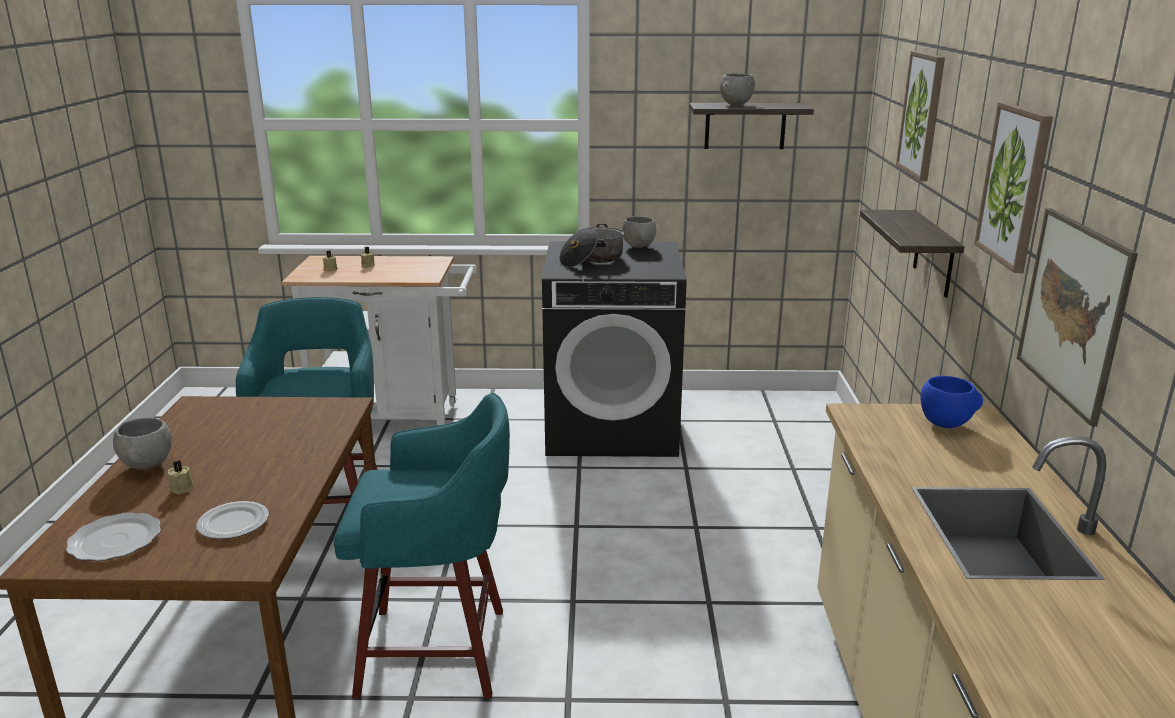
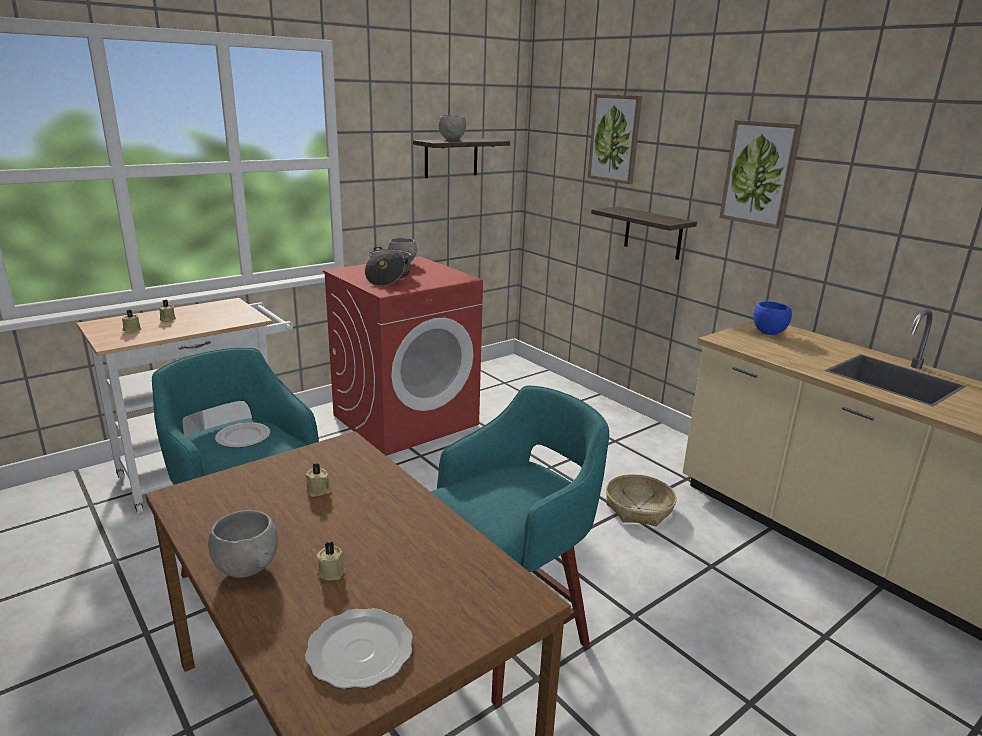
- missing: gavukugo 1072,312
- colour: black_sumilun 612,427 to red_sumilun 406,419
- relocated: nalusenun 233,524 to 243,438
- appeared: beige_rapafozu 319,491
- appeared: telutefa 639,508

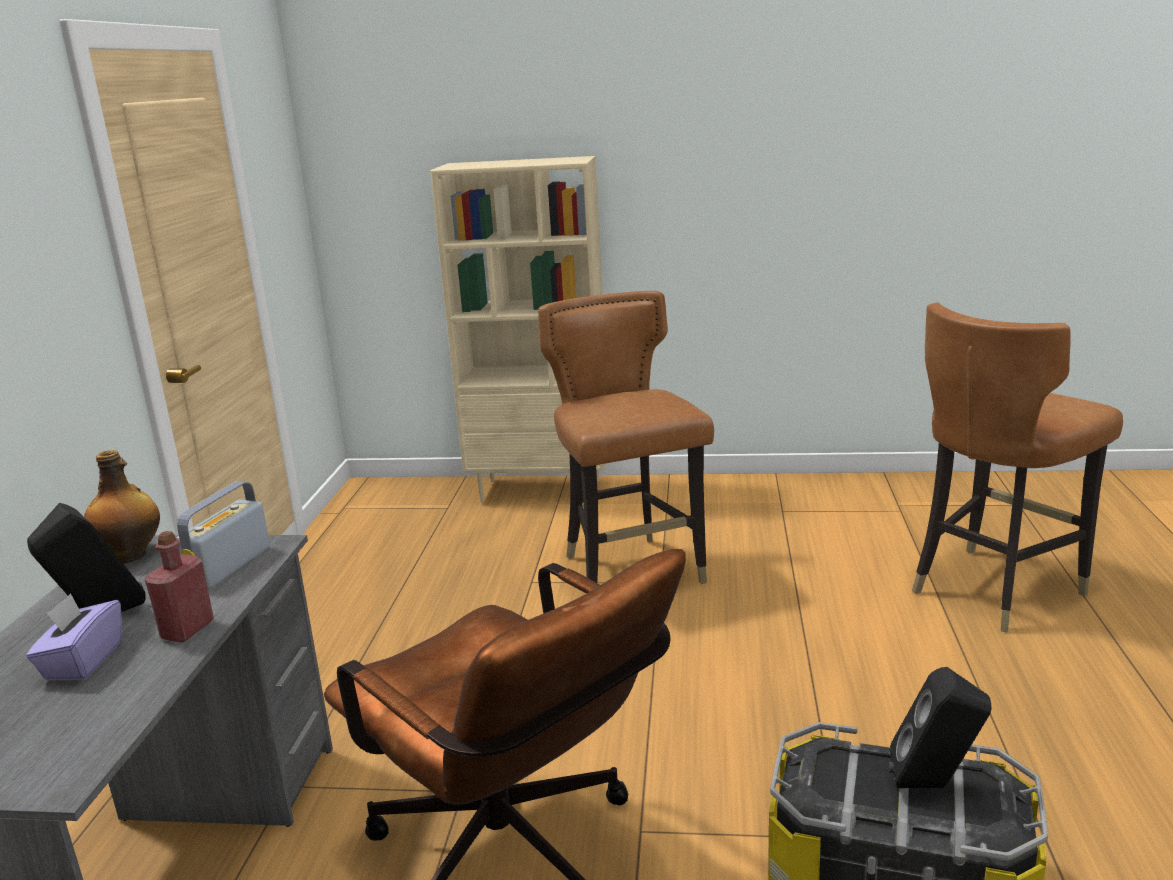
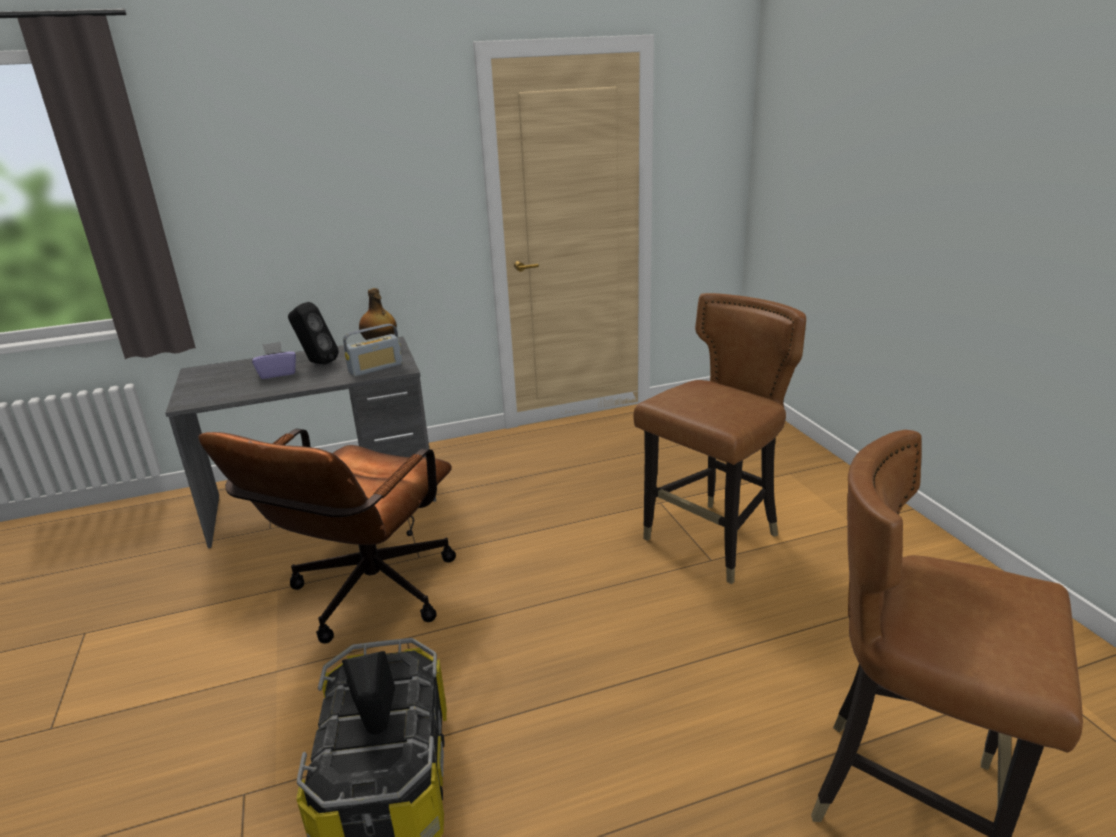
- missing: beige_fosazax 542,490
- spun: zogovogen 229,566 = 375,368 150 degrees clockwise
- missing: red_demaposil 187,630

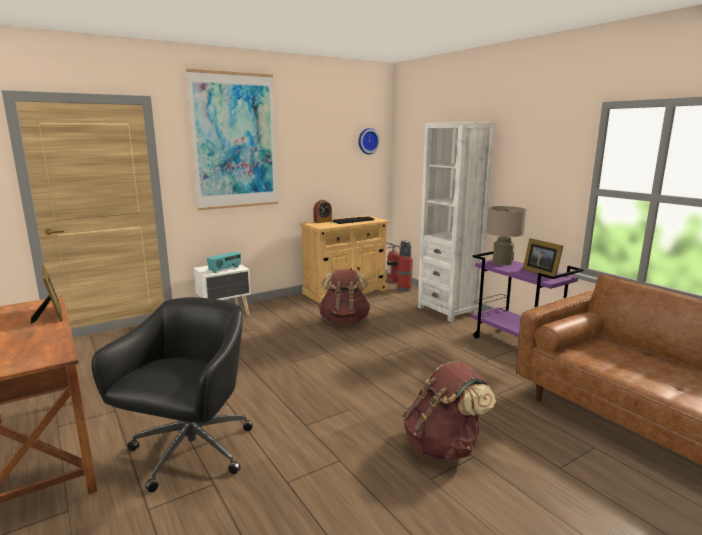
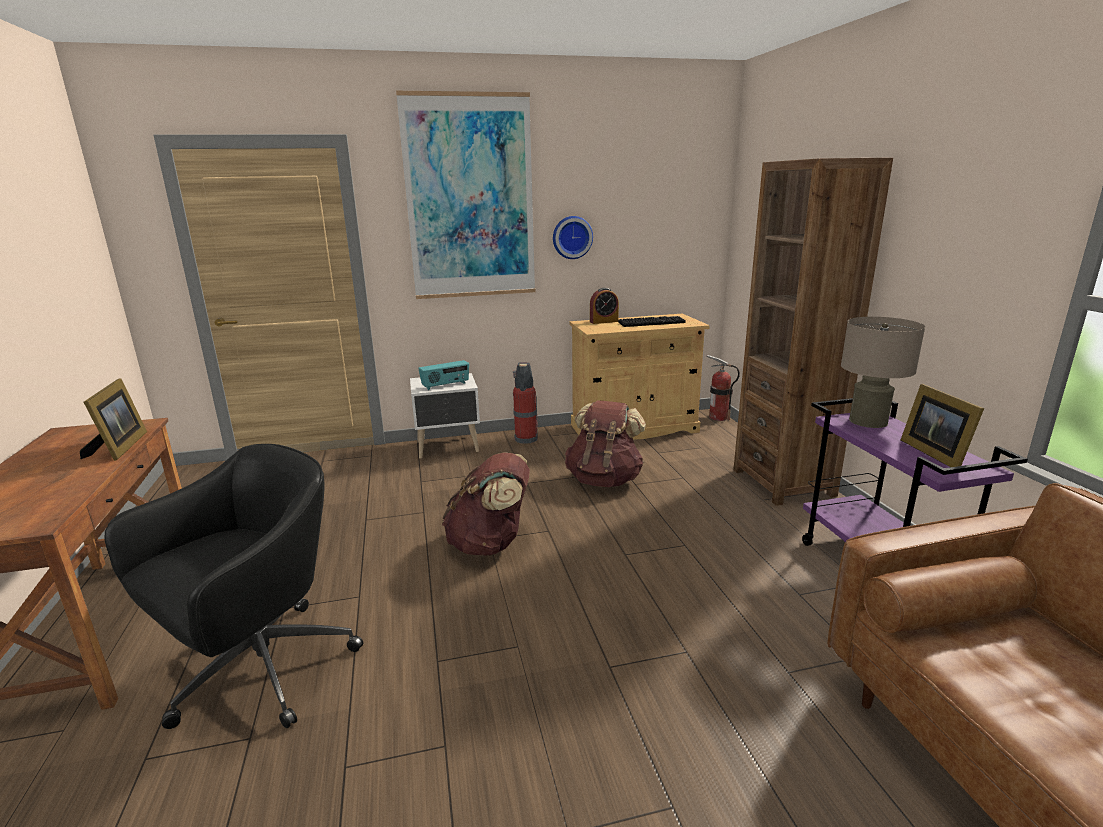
- colour: white_fosazax 448,310 to brown_fosazax 783,482
- relocated: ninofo 367,141 to 572,237
- relocated: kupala 404,289 to 525,439
- relocated: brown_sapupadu 444,446 to 490,544

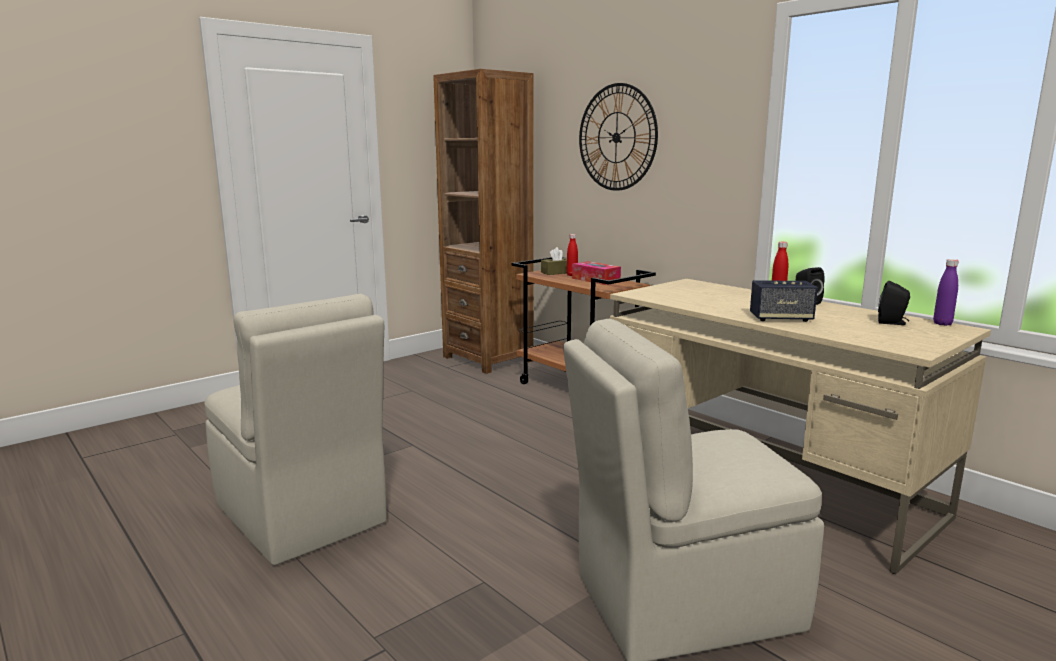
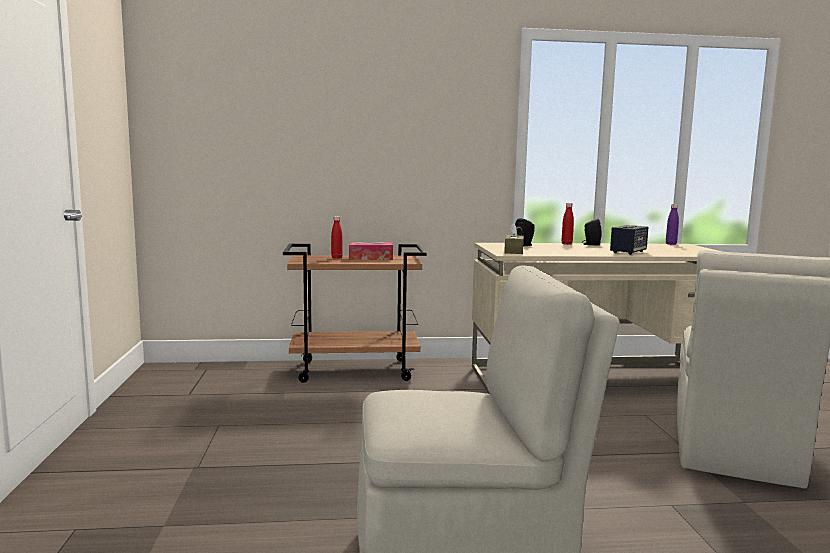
- missing: brown_fosazax 488,359
- missing: ninofo 616,137
- relocated: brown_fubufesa 557,272 to 513,251
- relocated: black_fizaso 892,323 to 524,245

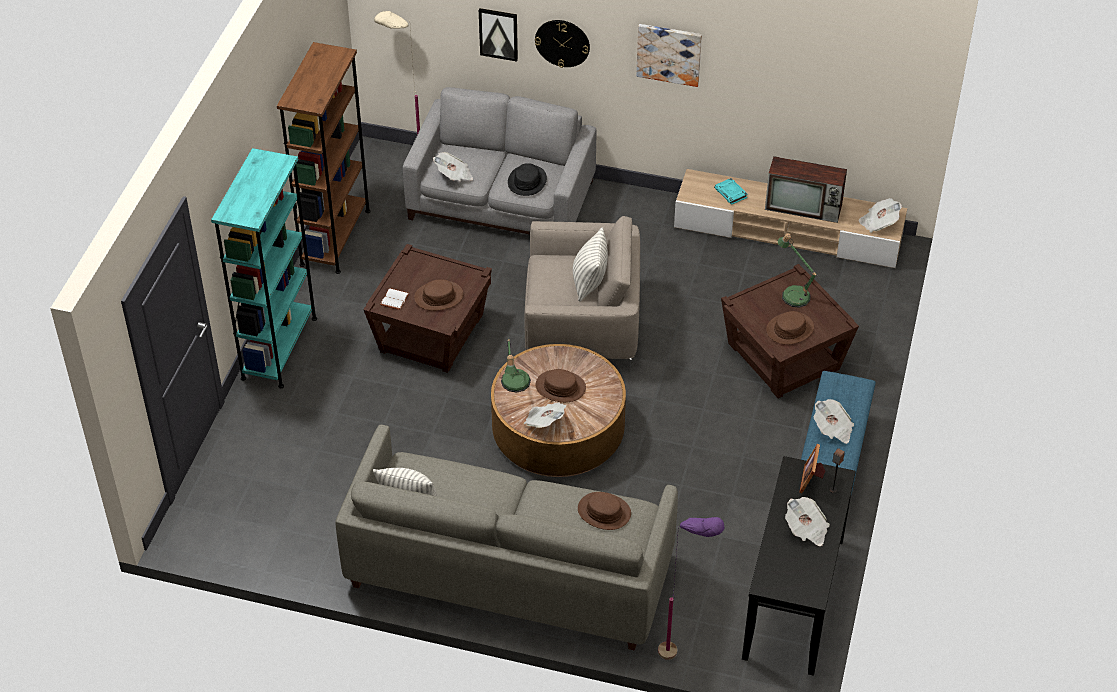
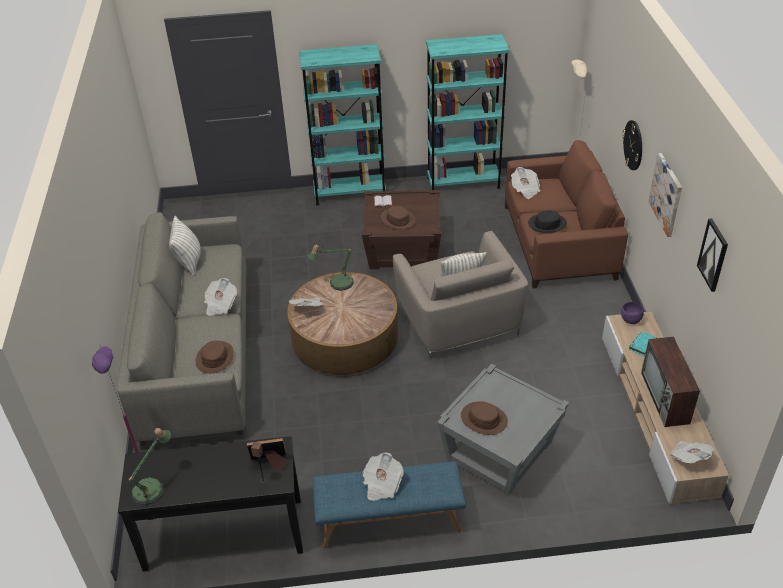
- relocated: gavukugo 498,33 to 713,255
- colour: brown_fosazax 335,237 to turquoise_fosazax 463,183
- colour: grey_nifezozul 501,200 to brown_nifezozul 557,241
- relocated: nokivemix 793,293 to 152,488
- colour: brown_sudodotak 784,356 to grey_sudodotak 500,452
- missing: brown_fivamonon 560,387
- relocated: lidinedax 806,529 to 220,304
- appeared: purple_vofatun 630,320

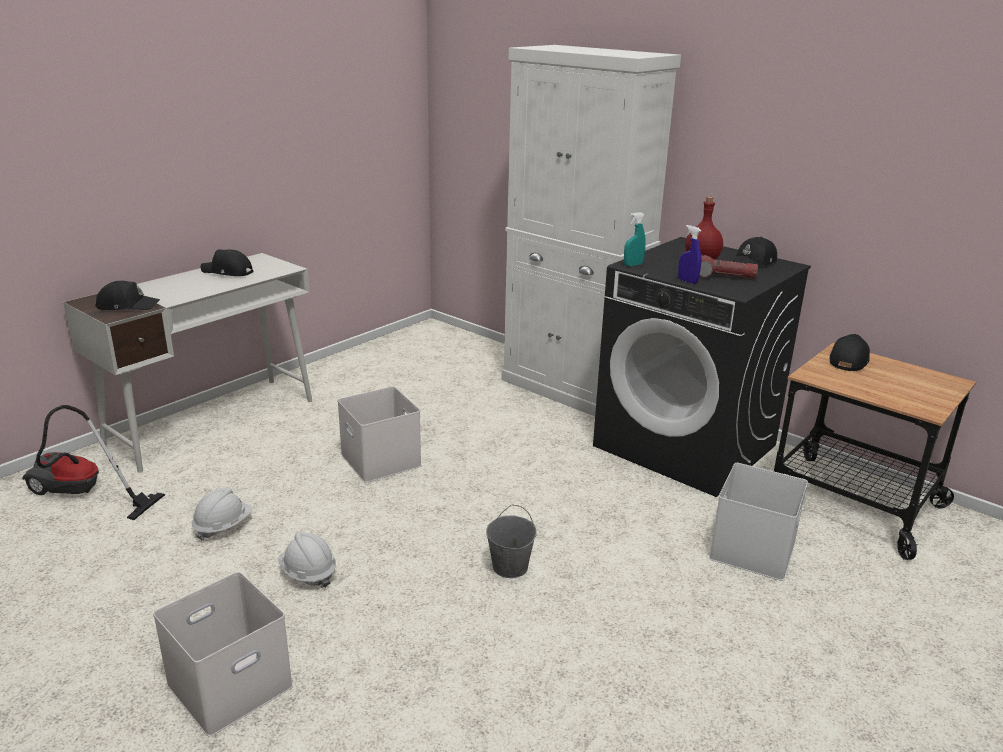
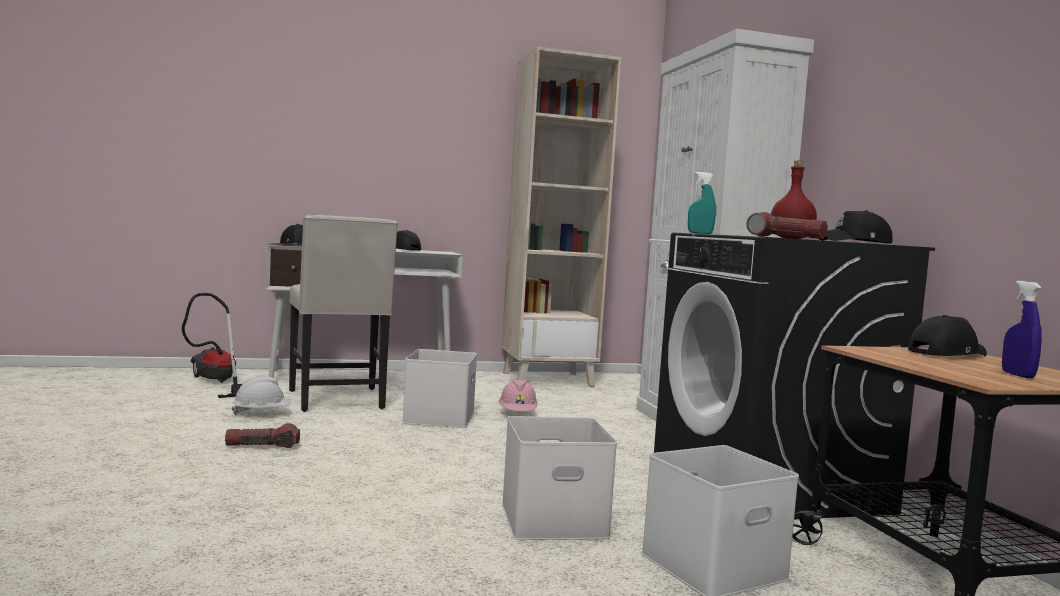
- relocated: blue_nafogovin 687,281 to 1018,375
- missing: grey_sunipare 509,566
- exchanged: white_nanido 308,573 to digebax 262,446
- relocated: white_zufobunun 229,687 to 552,521
- appeared: beige_fosazax 548,379
- appeared: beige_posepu 338,400
- appeared: pink_nanido 517,414

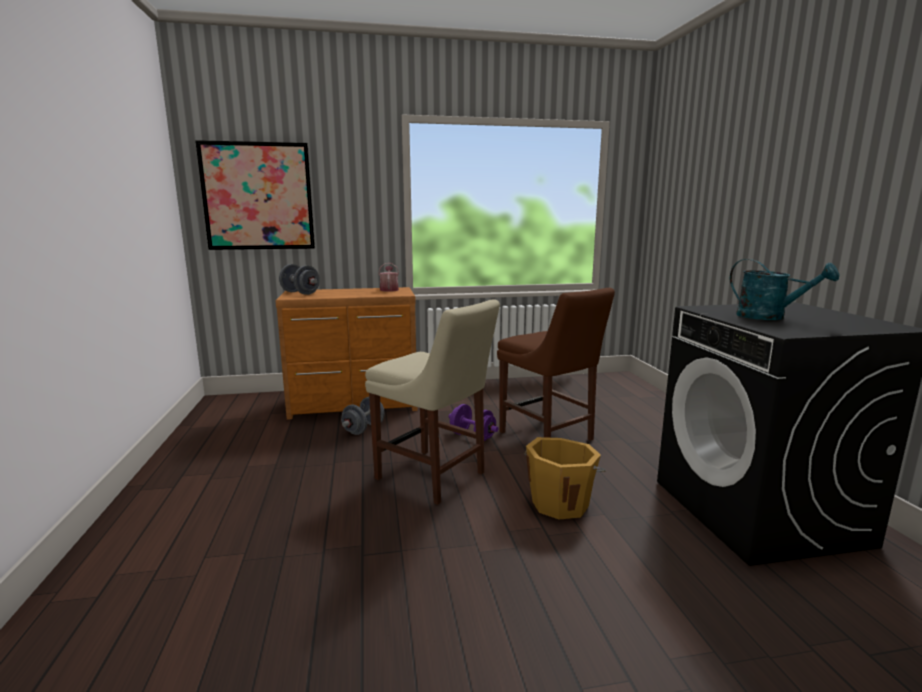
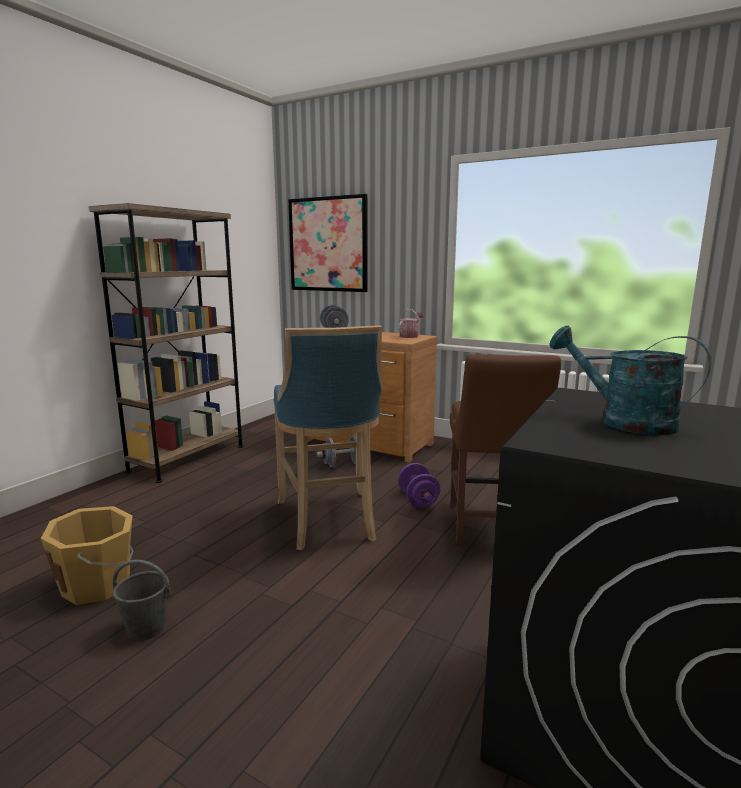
- spun: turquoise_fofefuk 769,317 = 623,421 135 degrees clockwise
- exchanged: beige_posepu 434,477 to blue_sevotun 329,521
- relocated: orange_sunipare 560,503 to 98,584
- appeared: brown_fosazax 188,458
- appeared: grey_sunipare 147,628

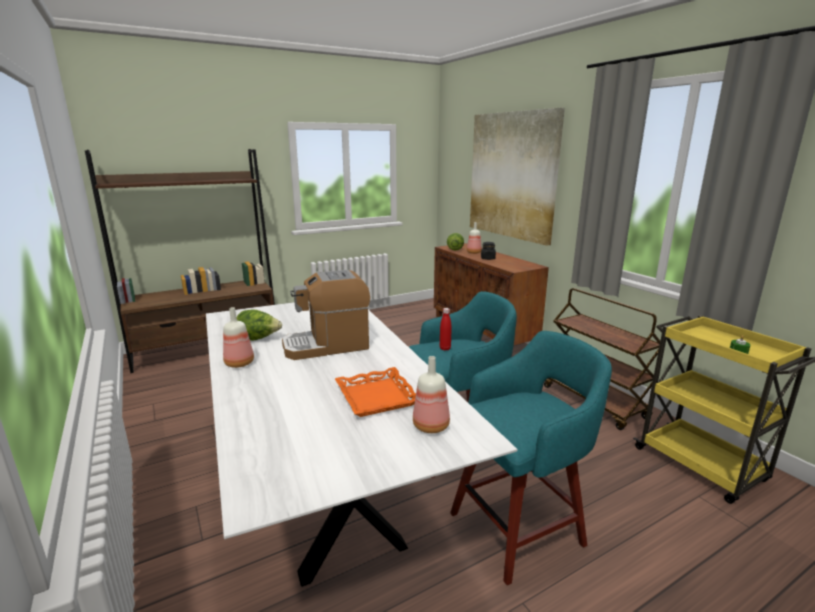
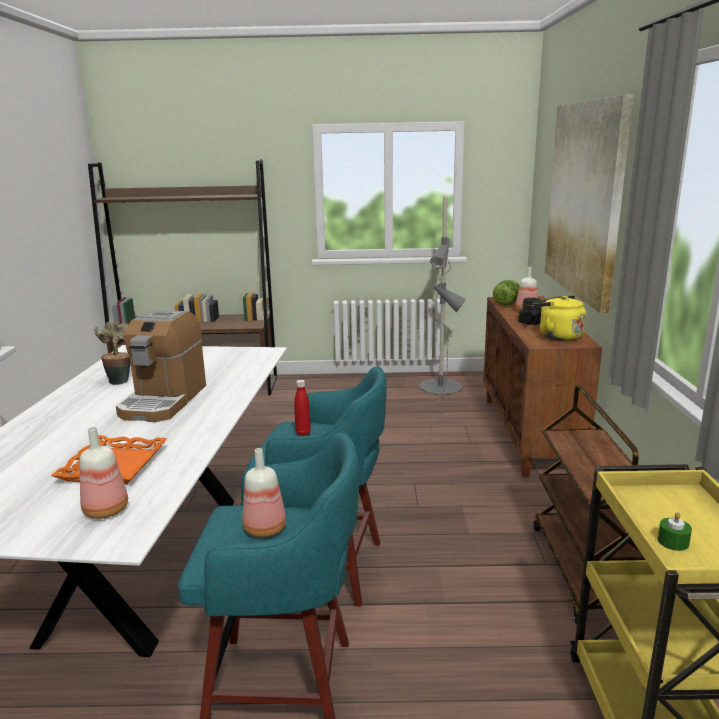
- spun: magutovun 327,345 = 164,400 90 degrees counterclockwise
- relocated: demaposil 240,363 to 266,529
- exchanged: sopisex 258,339 to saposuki 120,380
- appeared: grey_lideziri 440,390
- appeared: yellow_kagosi 557,336

